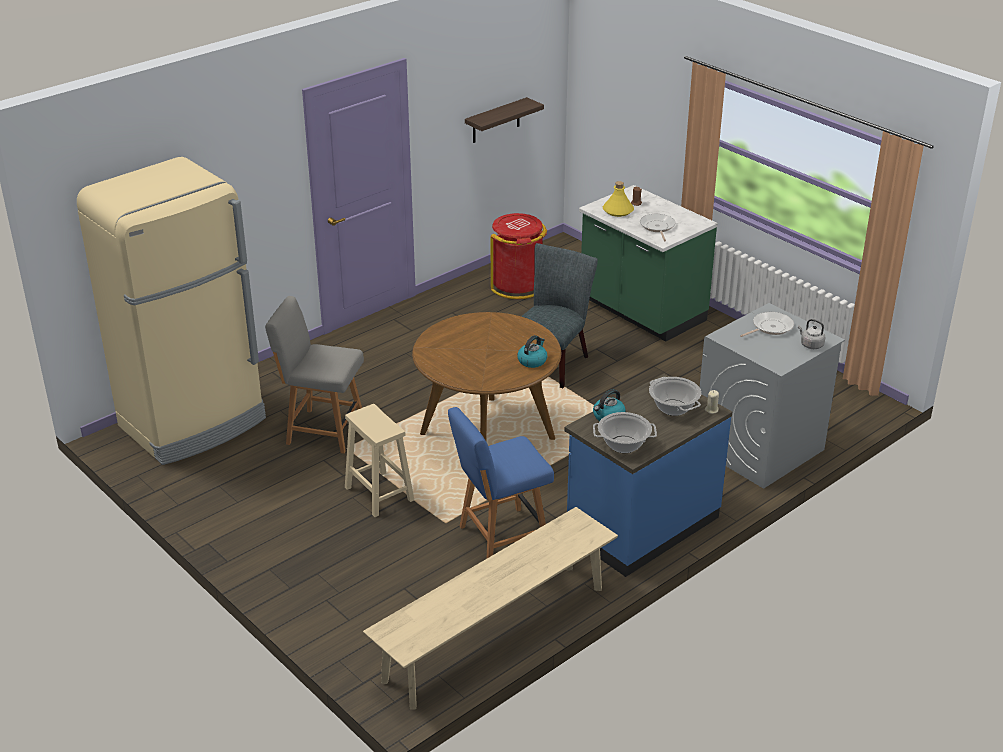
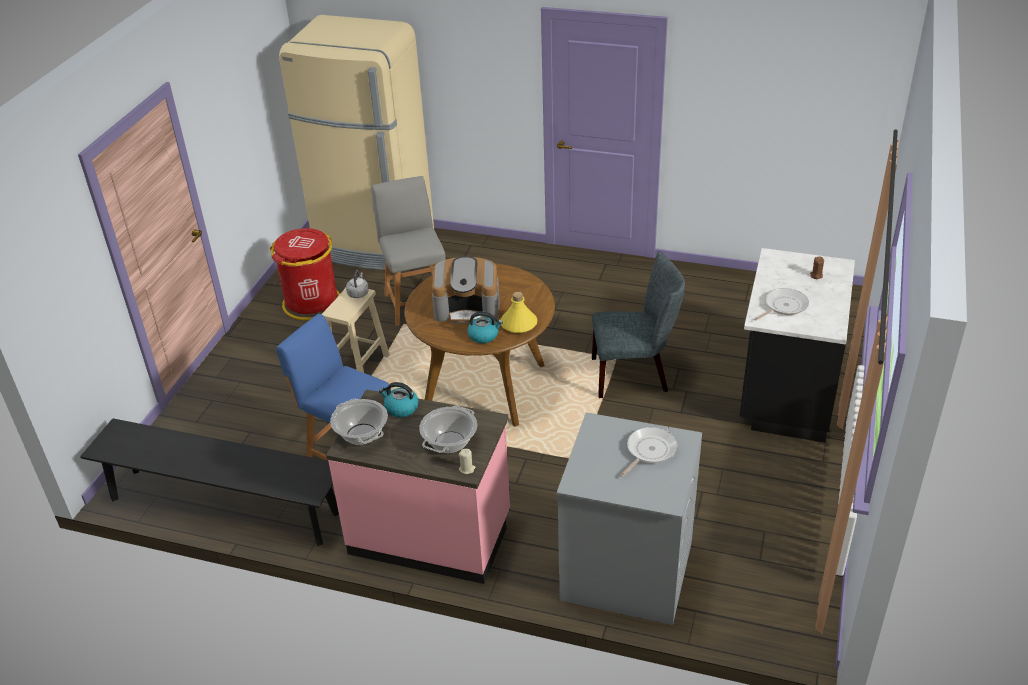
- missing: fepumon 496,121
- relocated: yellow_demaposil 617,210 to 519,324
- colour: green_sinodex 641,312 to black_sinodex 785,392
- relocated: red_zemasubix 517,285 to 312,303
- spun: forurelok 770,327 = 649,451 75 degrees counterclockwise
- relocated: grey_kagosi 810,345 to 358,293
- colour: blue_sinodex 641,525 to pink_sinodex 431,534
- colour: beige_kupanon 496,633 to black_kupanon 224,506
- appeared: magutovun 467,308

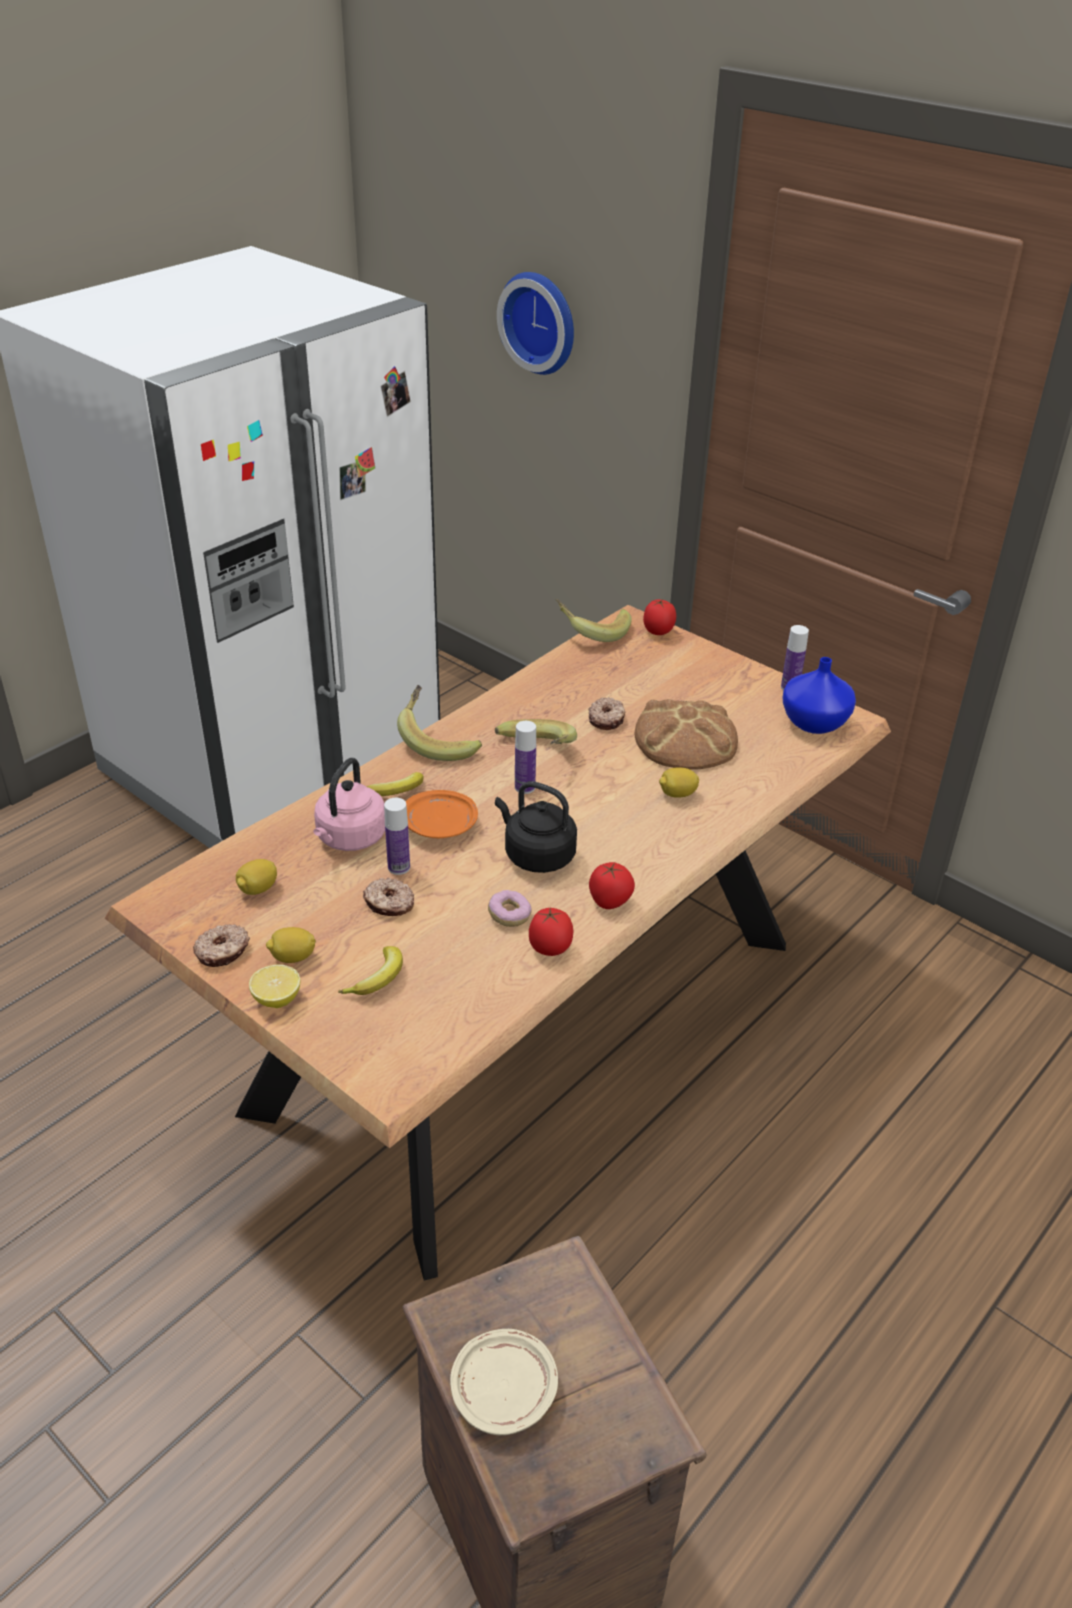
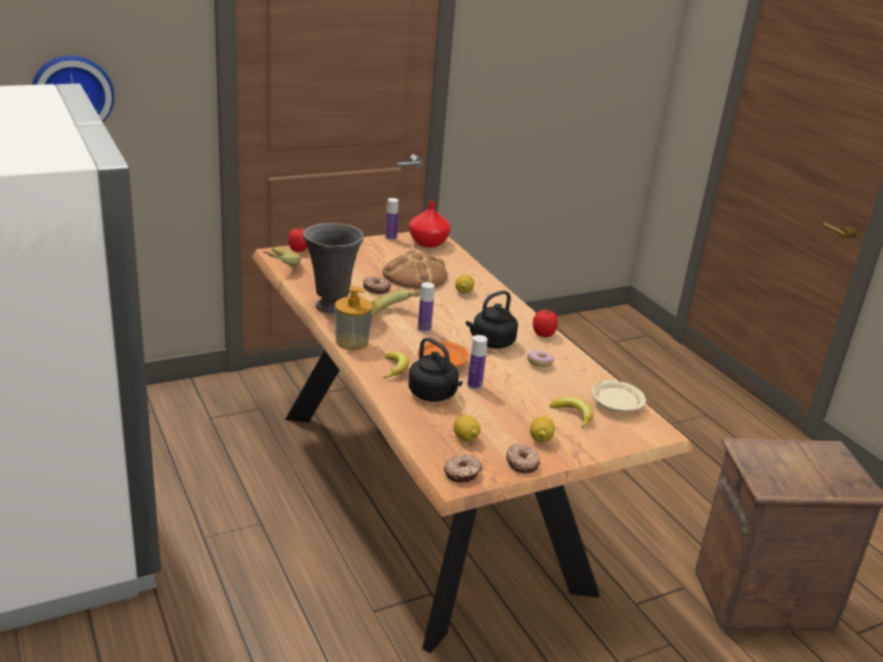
- colour: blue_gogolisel 813,722 to red_gogolisel 427,243
- exchanged: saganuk 439,741 to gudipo 352,341
- colour: pink_kagosi 349,839 to black_kagosi 434,395
- relocated: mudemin 389,904 to 462,473
- missing: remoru 550,949
- missing: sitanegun 277,999
- relocated: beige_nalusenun 504,1389 to 615,404
- appeared: grey_gogolisel 330,307

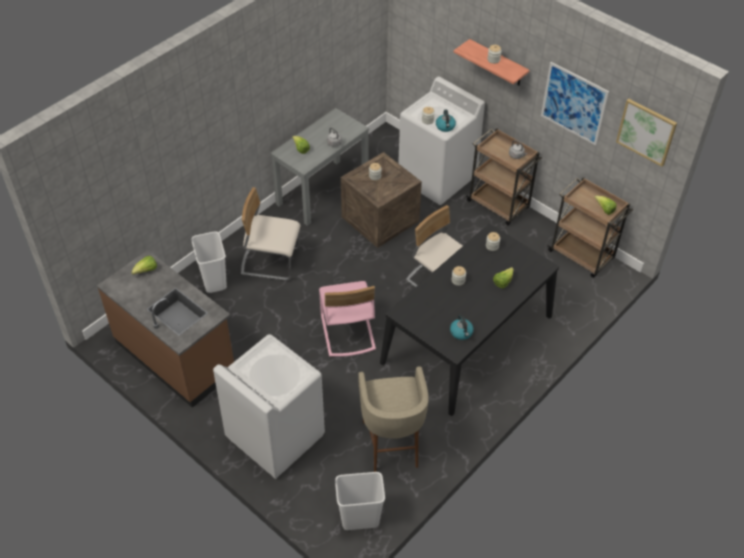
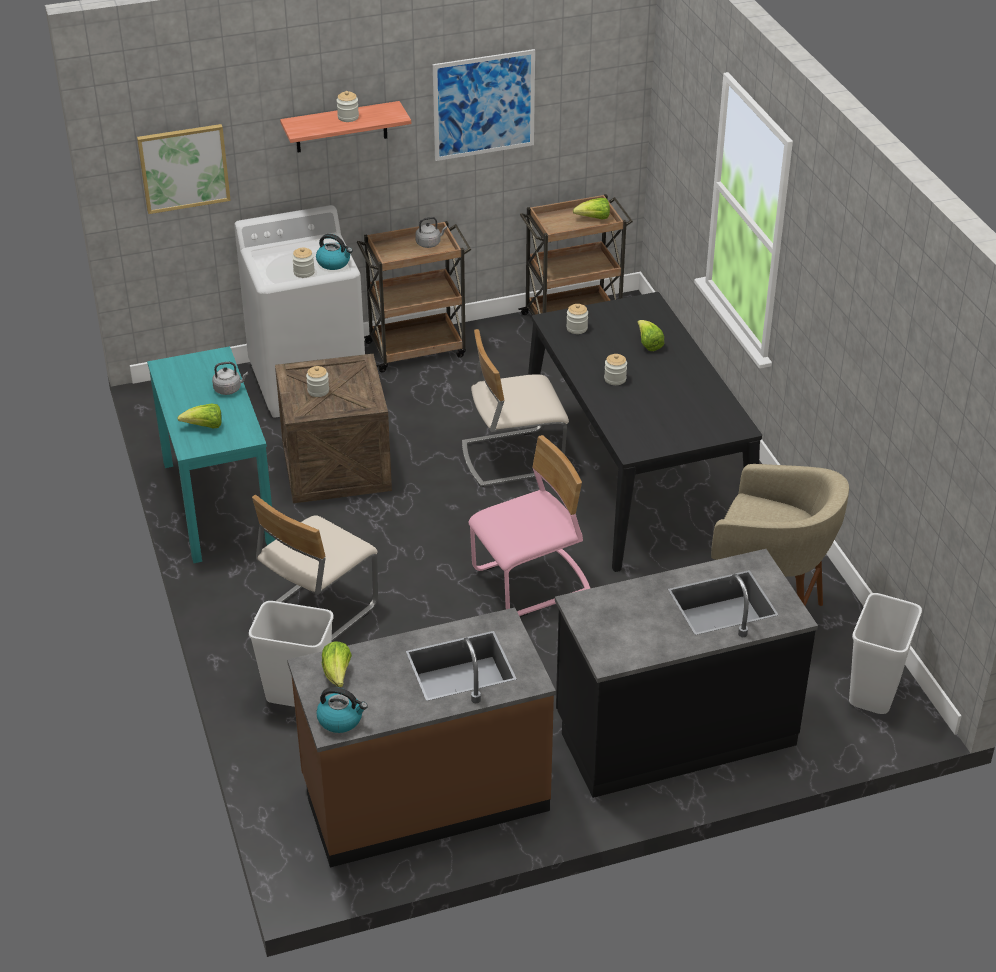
- relocated: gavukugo 646,131 to 184,167
- colour: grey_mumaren 322,191 to turquoise_mumaren 217,502
- spun: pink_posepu 347,332 = 531,583 45 degrees counterclockwise
- relocated: kagosi 461,332 to 341,719
- exchanged: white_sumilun 275,436 to black_sinodex 674,731

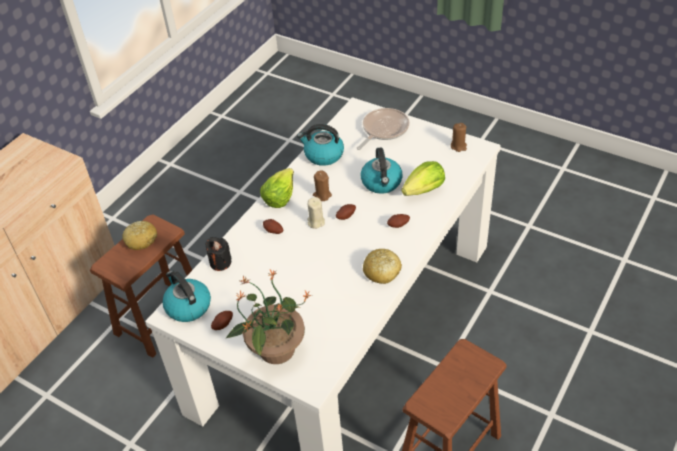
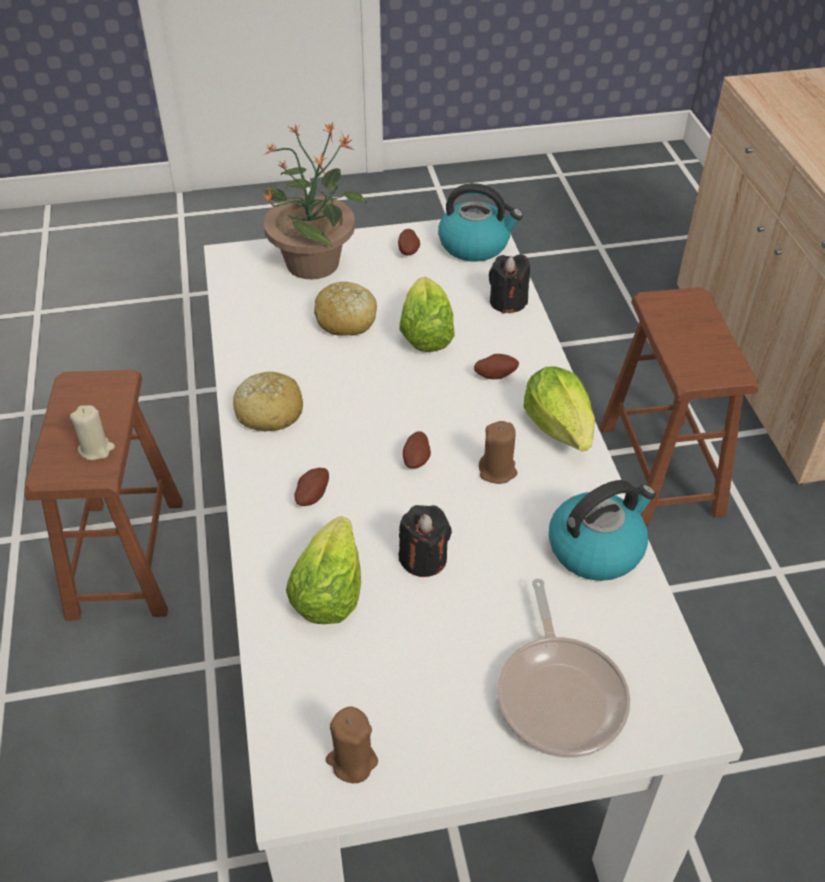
- exchanged: kagosi 382,183 to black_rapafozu 423,558
- relocated: beige_rapafozu 316,222 to 96,449
- relocated: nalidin 141,240 to 346,320
- appeared: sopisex 425,335

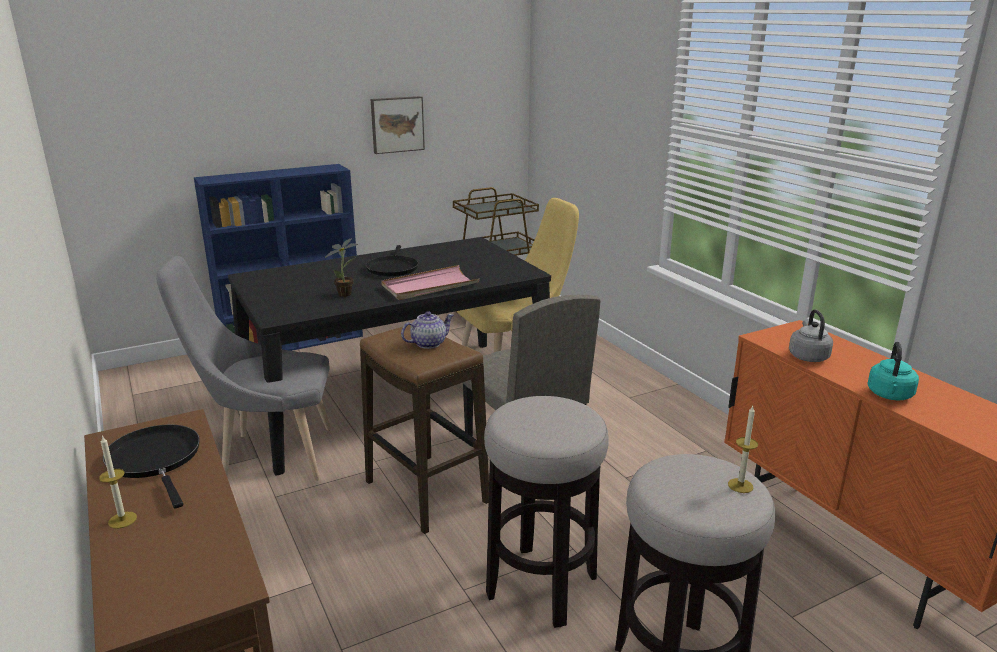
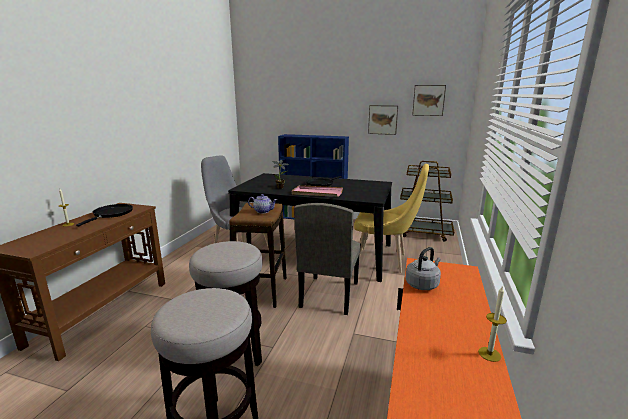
- missing: turquoise_kagosi 889,395
- relocated: rapafozu 740,485 to 489,354
- appeared: gavukugo 428,100

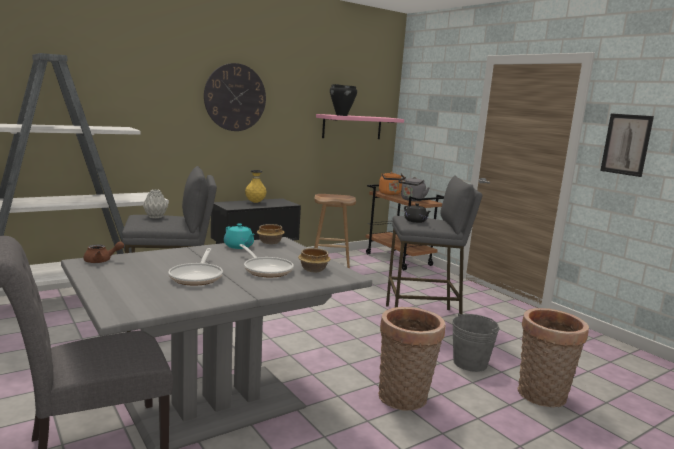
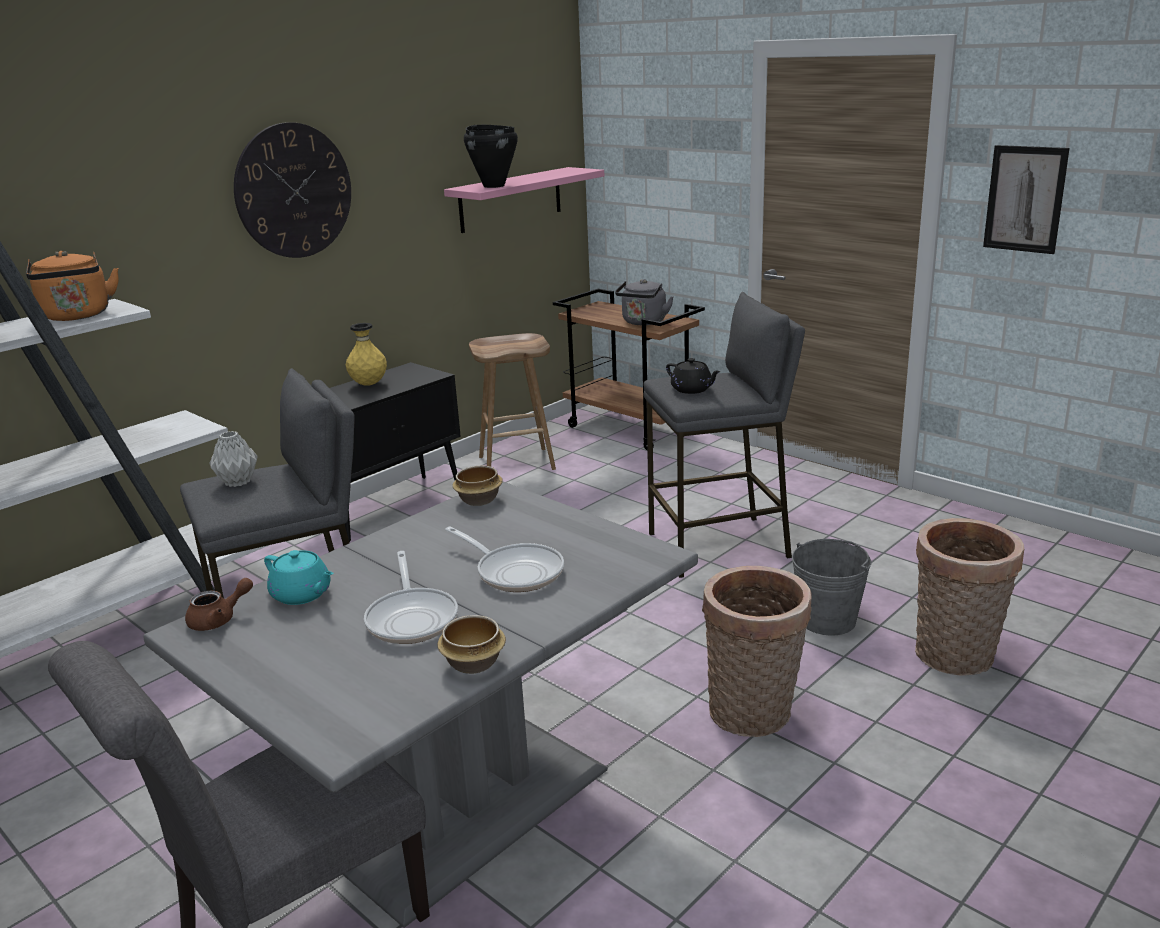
- relocated: orange_kagosi 390,194 to 77,316
- relocated: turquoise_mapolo 239,246 to 302,594
- relocated: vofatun 314,269 to 474,662

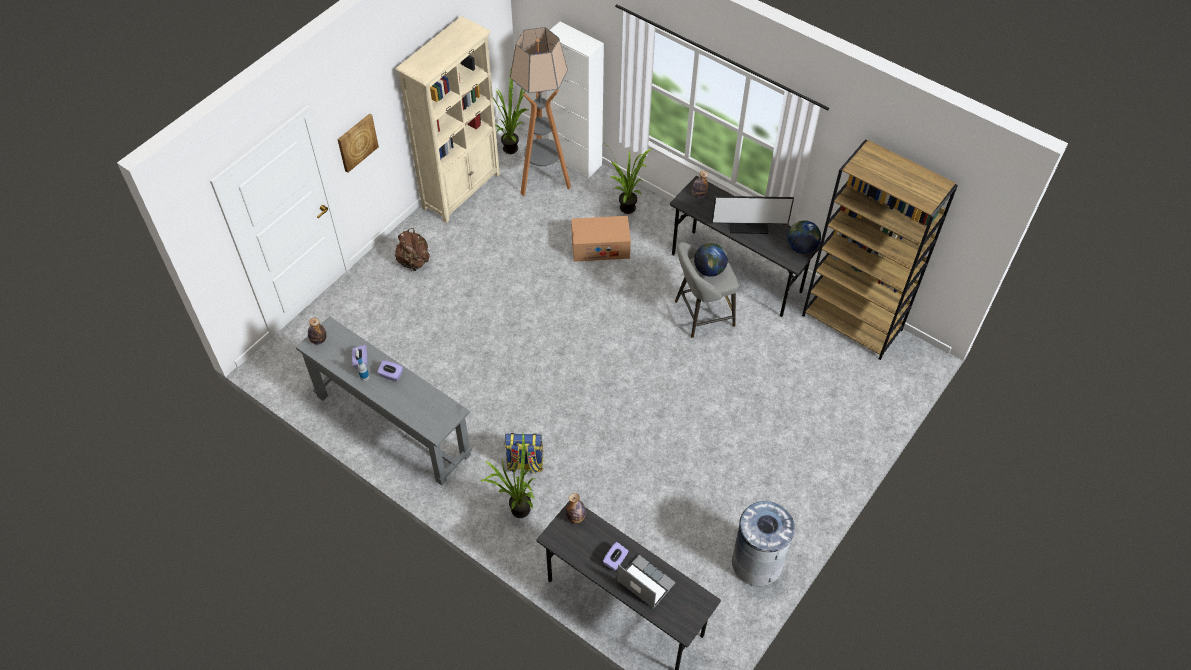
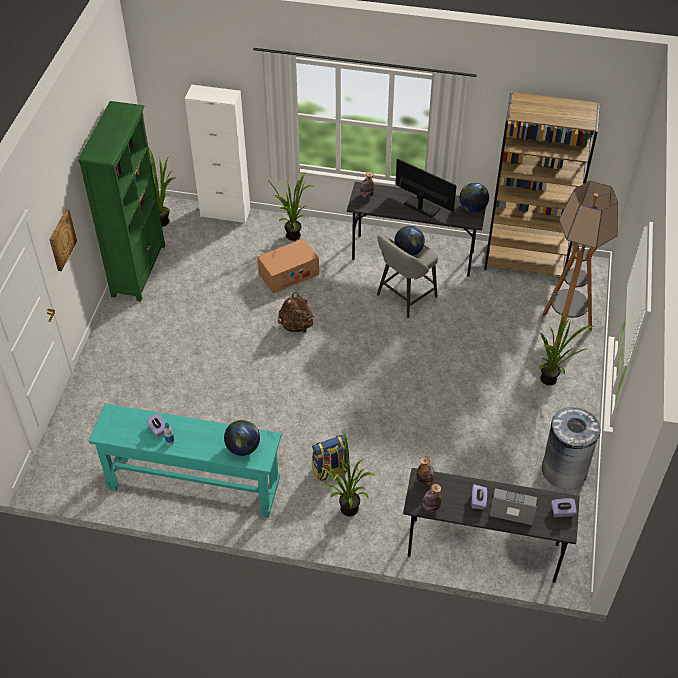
- colour: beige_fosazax 462,190 to green_fosazax 139,270
- relocated: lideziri 543,181 to 563,331
- spun: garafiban 748,227 = 421,206 120 degrees counterclockwise
- relocated: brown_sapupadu 414,262 to 297,326
- colour: grey_mumaren 393,425 to turquoise_mumaren 194,485
- relocated: demaposil 319,340 to 431,507
- relocated: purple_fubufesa 391,375 to 562,512
- appeared: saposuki 552,381
- appeared: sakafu 243,447

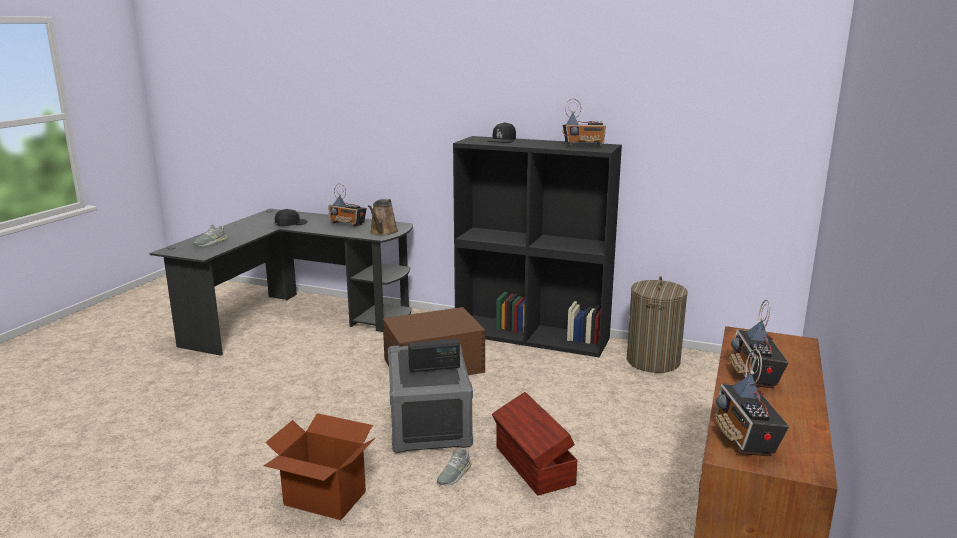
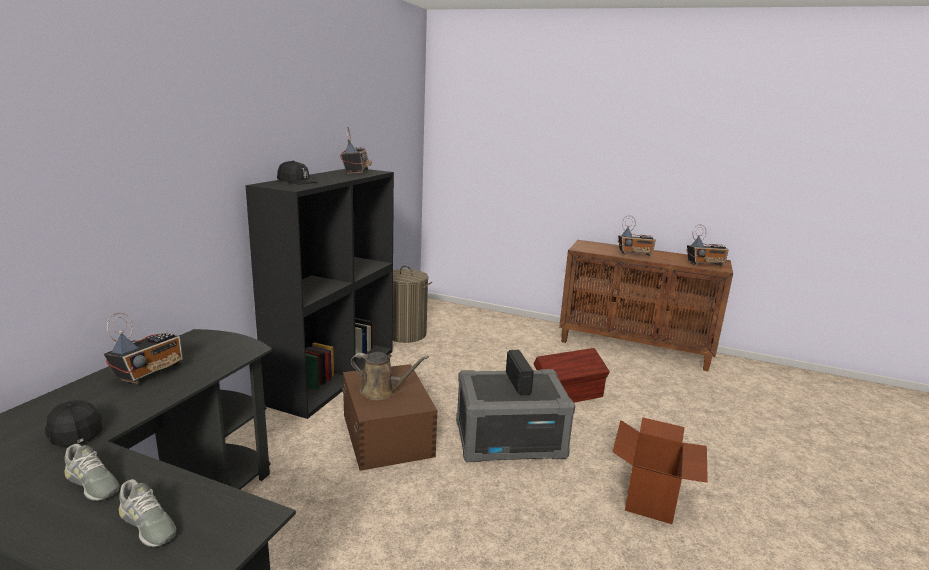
- relocated: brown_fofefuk 383,232 to 382,391
- relocated: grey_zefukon 454,474 to 92,483

